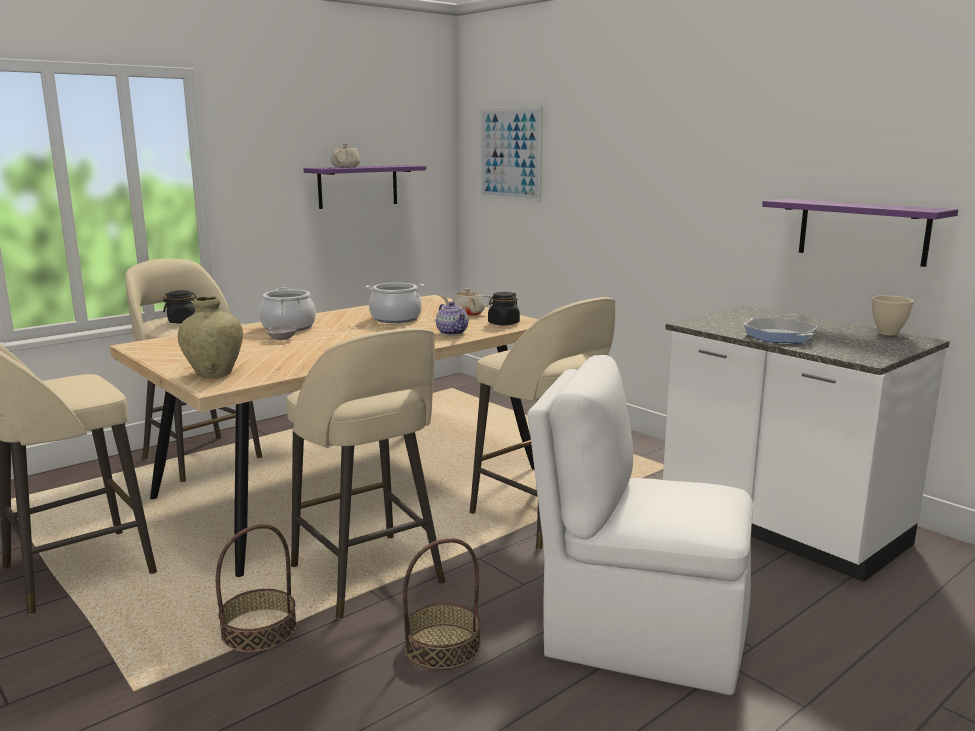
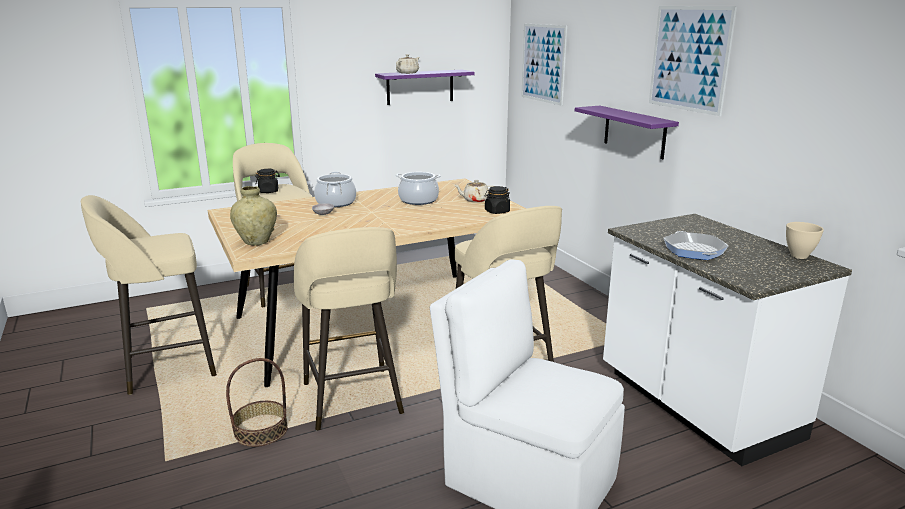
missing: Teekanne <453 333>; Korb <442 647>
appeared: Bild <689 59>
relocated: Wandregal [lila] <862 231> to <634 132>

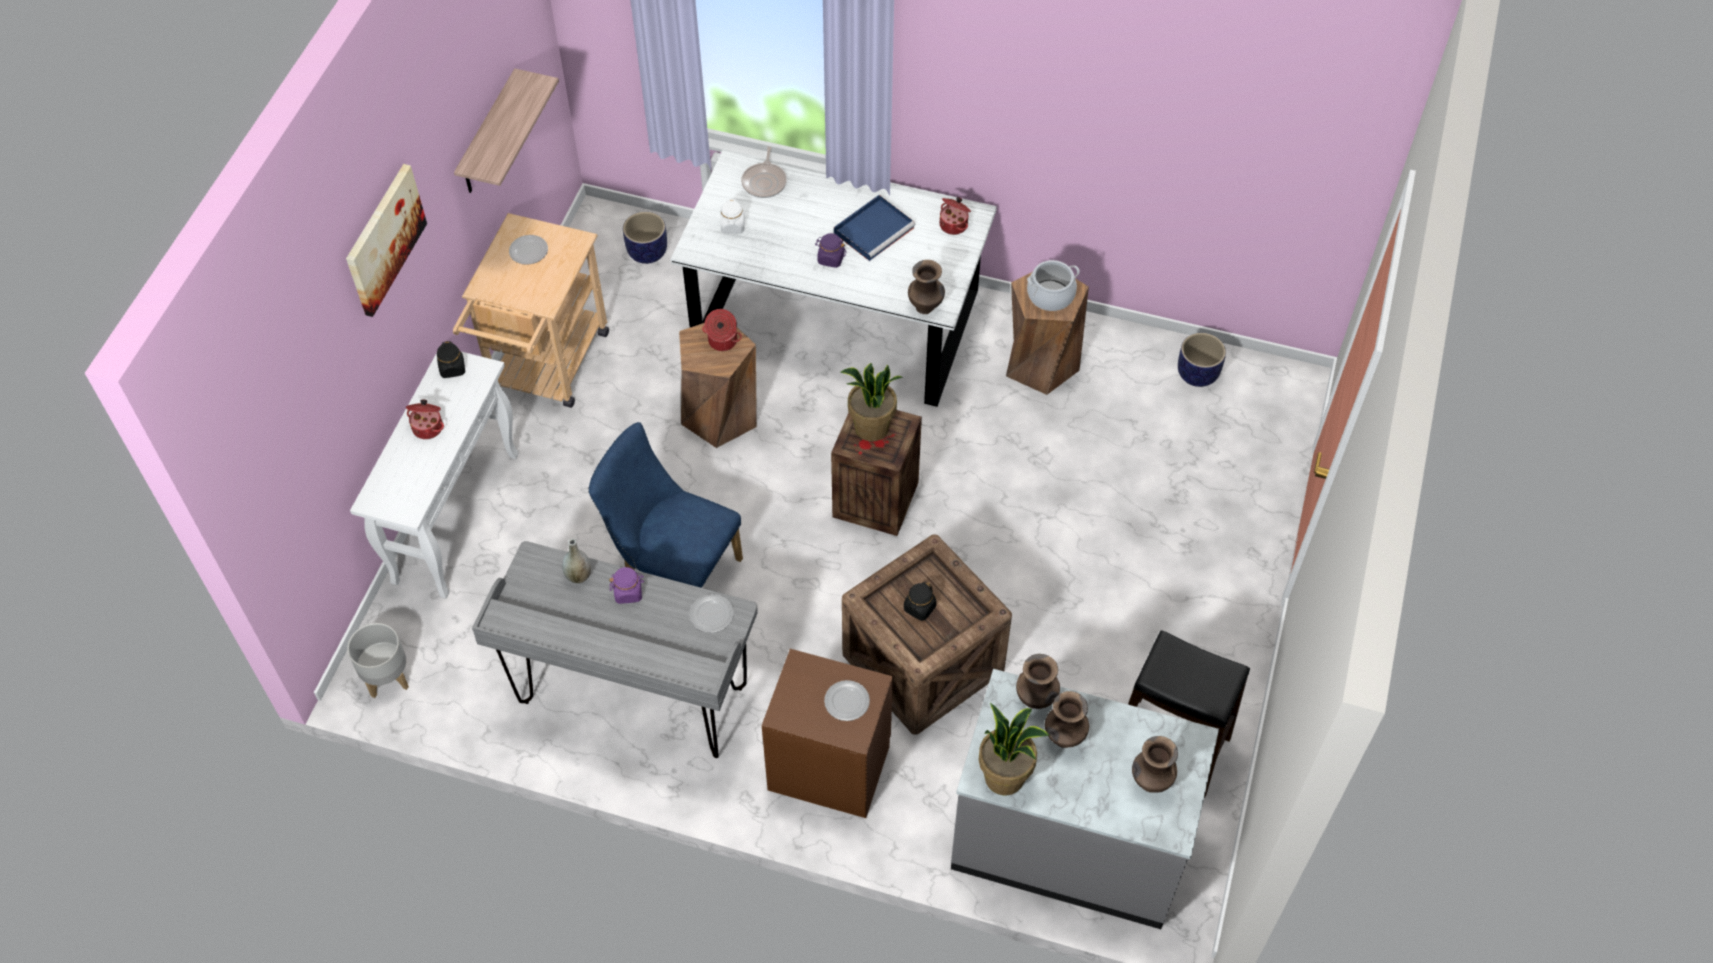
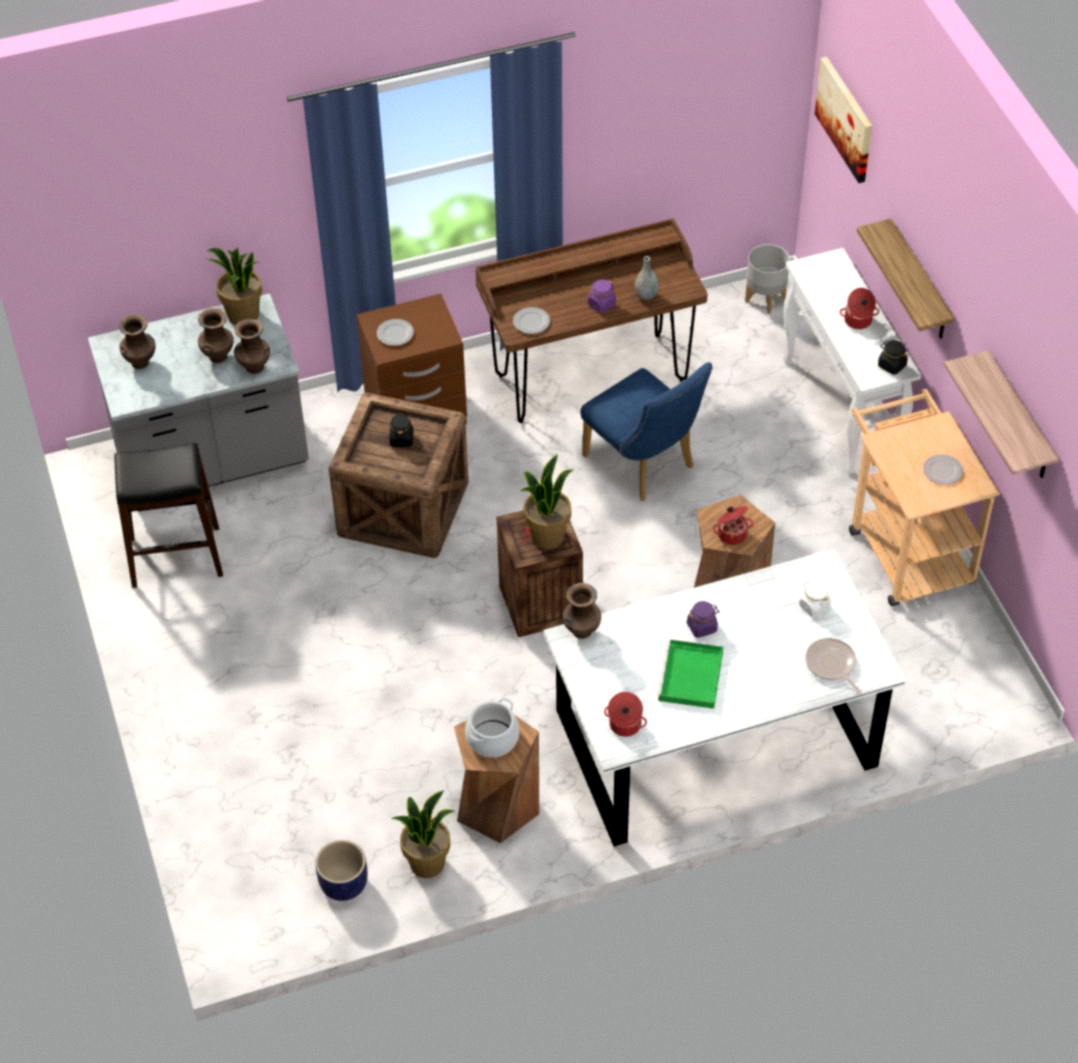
missing: Pflanzkübel <647 252>
appeared: Wandregal <919 283>; Topfpflanze <427 862>
relocated: Bild <384 239> to <846 118>
colour: Tablett [blau] <874 229> to Tablett [grün] <691 677>; Schreibtisch [grau] <633 697> to Schreibtisch [braun] <590 377>
spun: Stuhl [blau] <674 571> = <644 466> 60 degrees clockwise

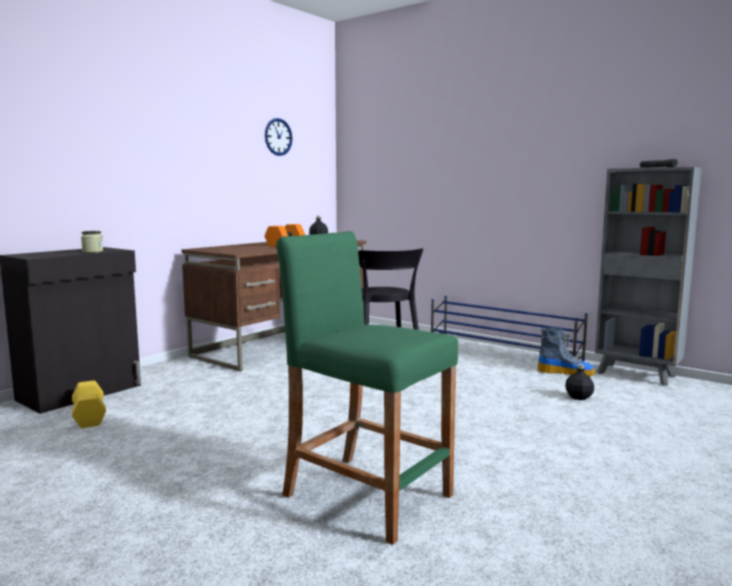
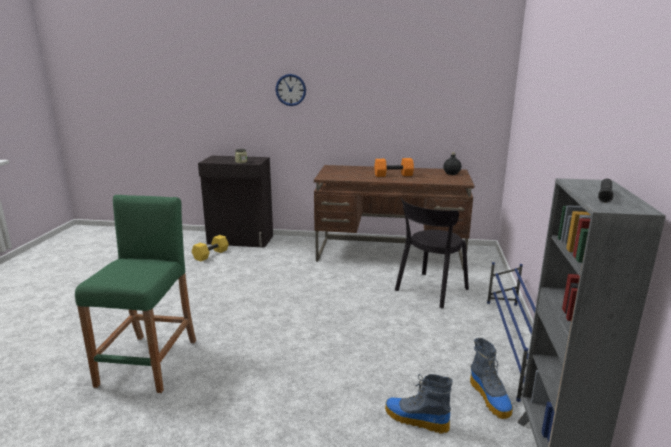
relocated: Wanduhr <278 137> to <290 90>
exchanged: Flasche [schwarz] <579 397> to Stiefel <415 419>

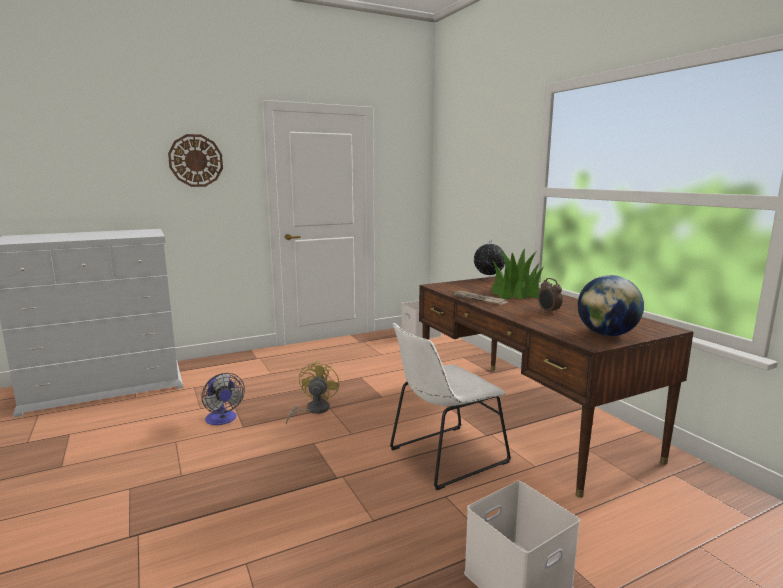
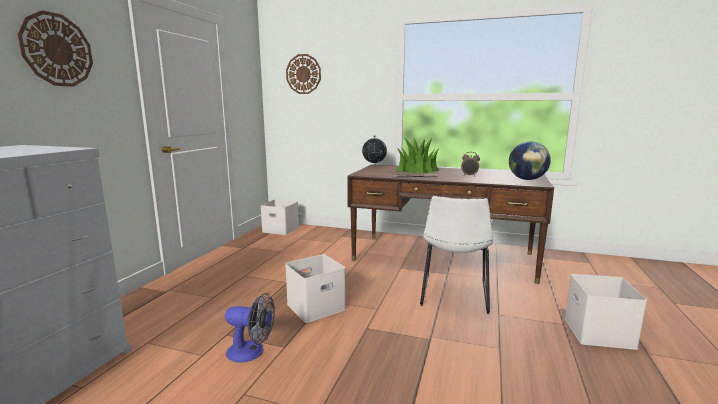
appeared: Wanduhr <303 74>
exchanged: Ventilator [gelb] <313 410> to Aufbewahrungsbox [weiß] <315 307>

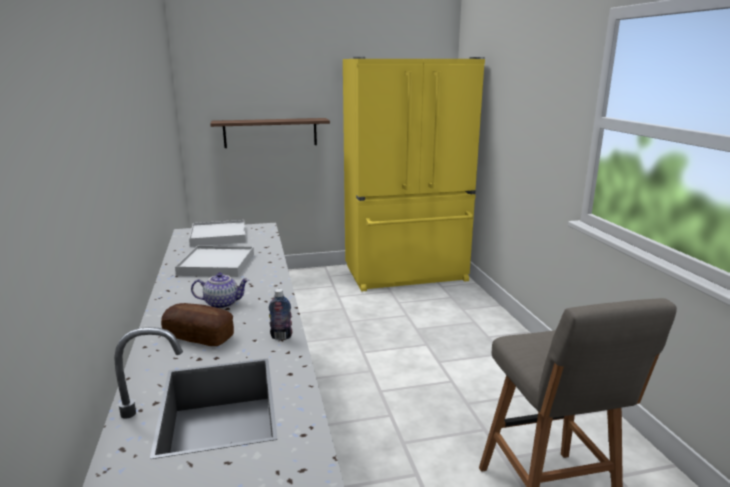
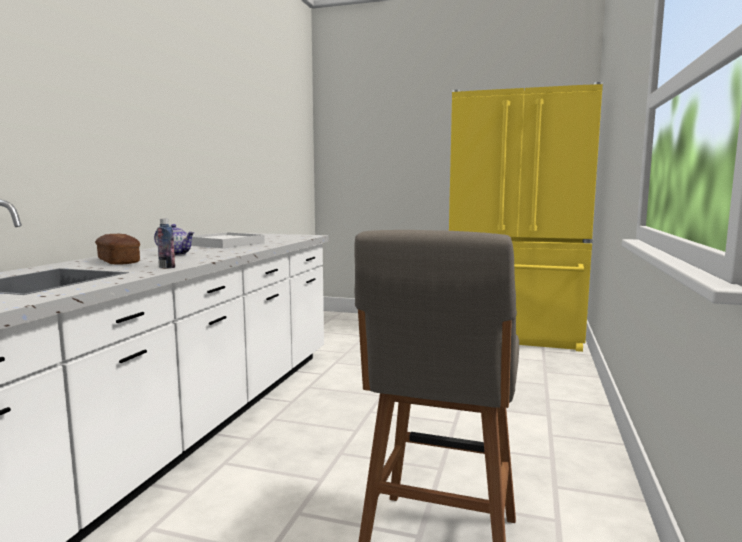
missing: Wandregal <270 133>; Tablett [weiß] <218 236>

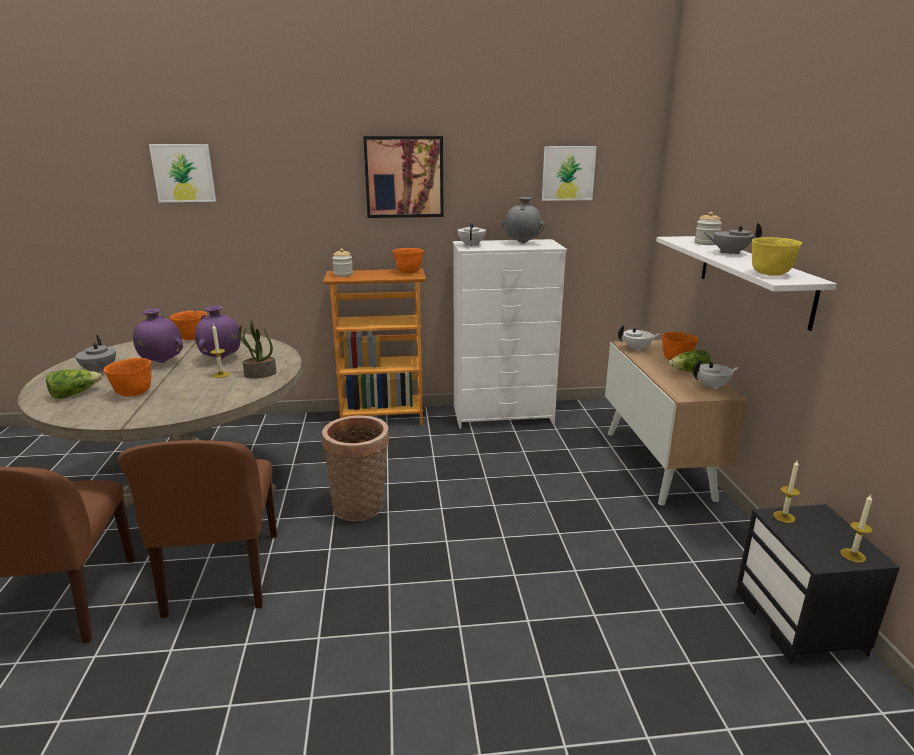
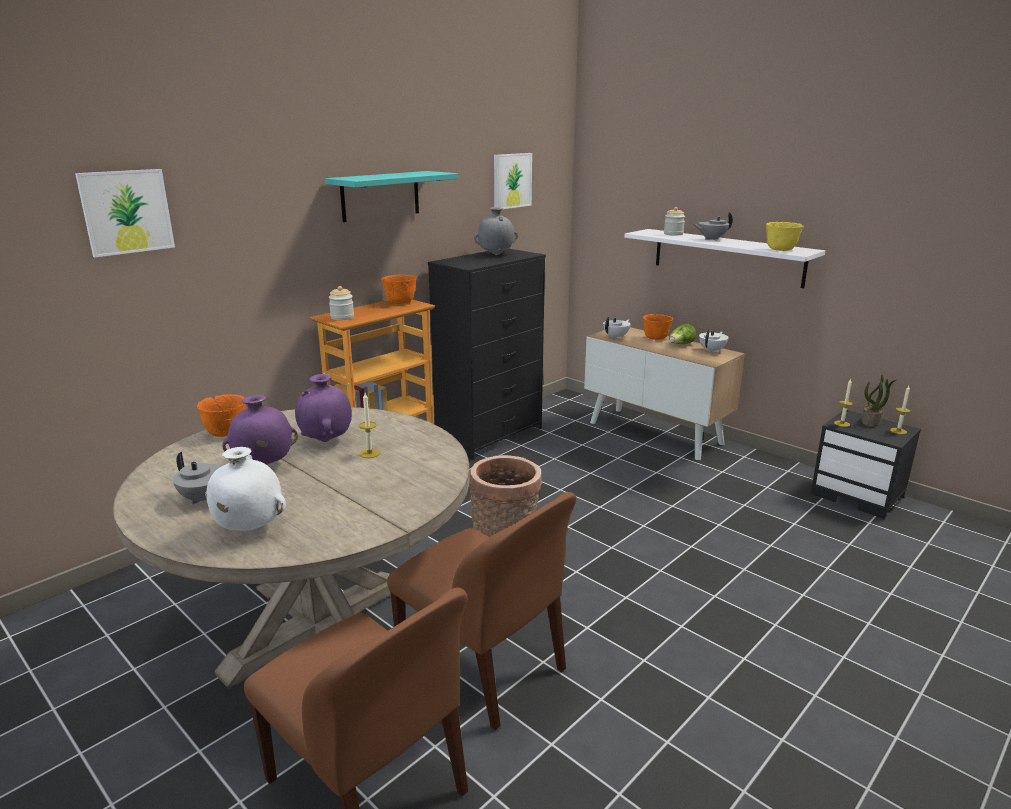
missing: Teekanne [weiß] <471 245>; Schüssel [orange] <134 393>
relocated: Topfpflanze <260 374> to <871 422>
exchanged: Bild <404 177> to Wandregal [türkis] <380 196>; Salatkopf <74 394> to Vase [weiß] <249 529>
colour: Kommode [weiß] <503 415> to Kommode [schwarz] <490 435>

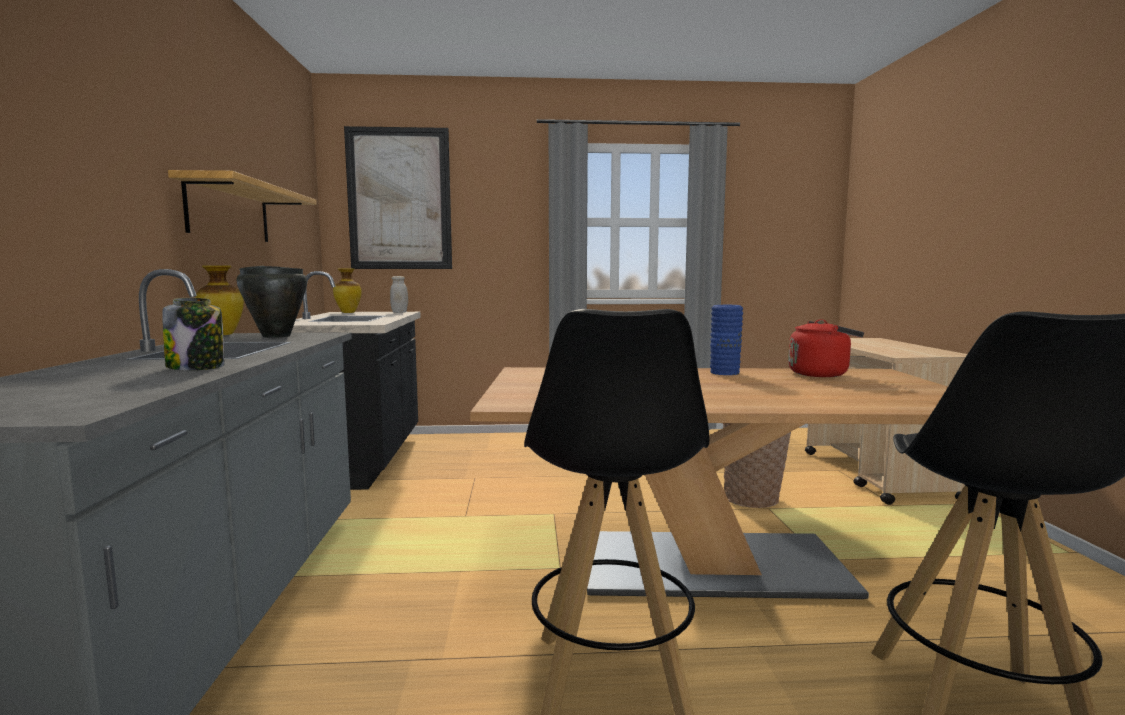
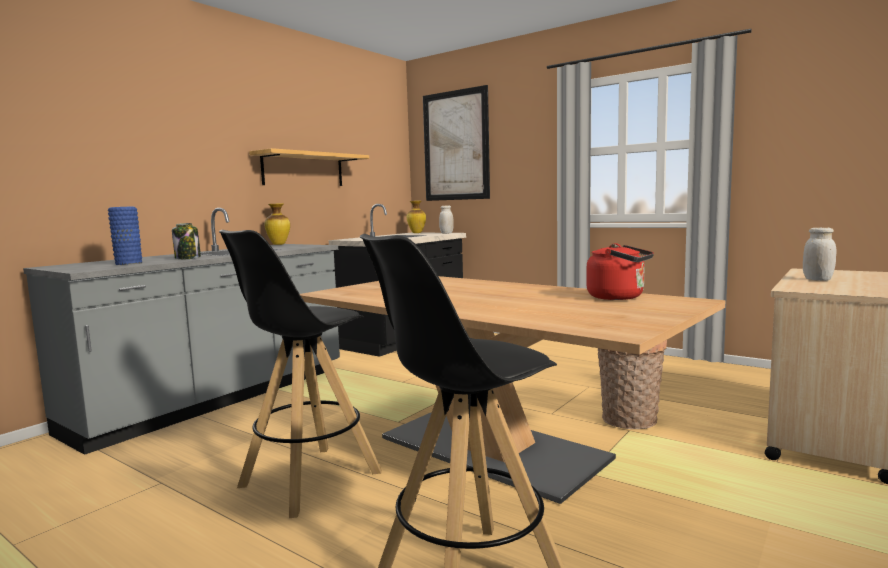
missing: Kochtopf [schwarz] <276 336>
appeared: Vorratsglas [weiß] <817 279>
relocated: Vase [blau] <724 372> to <128 263>

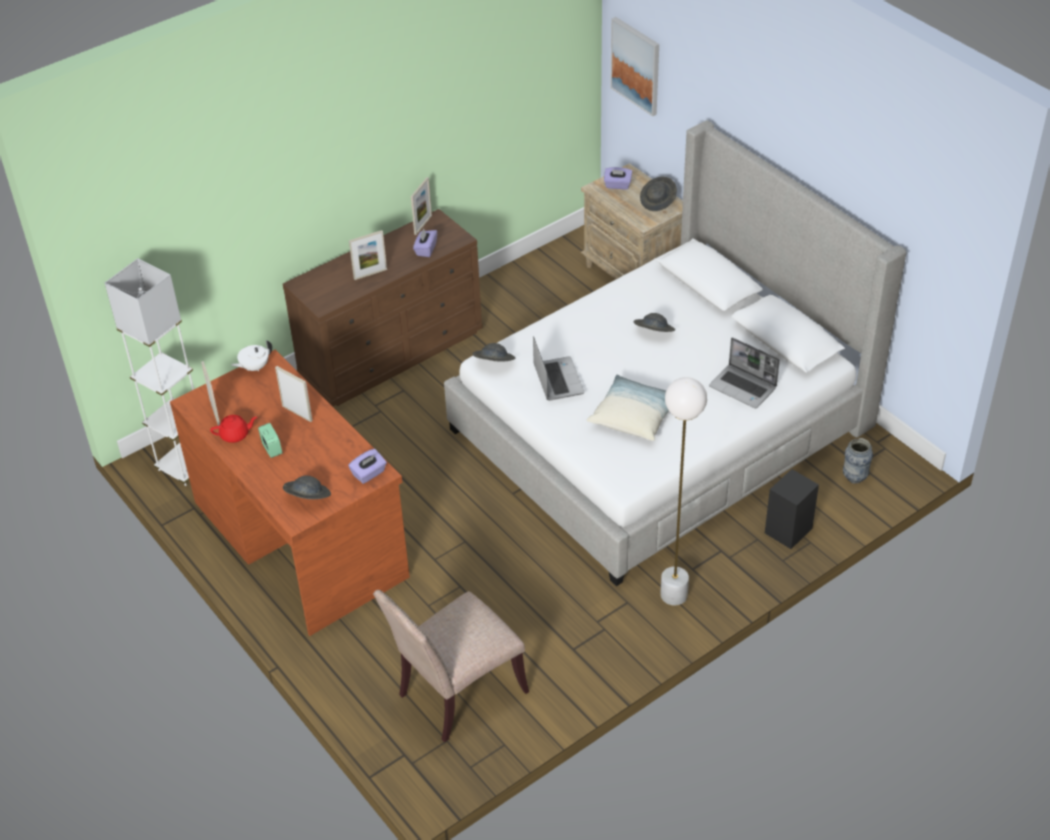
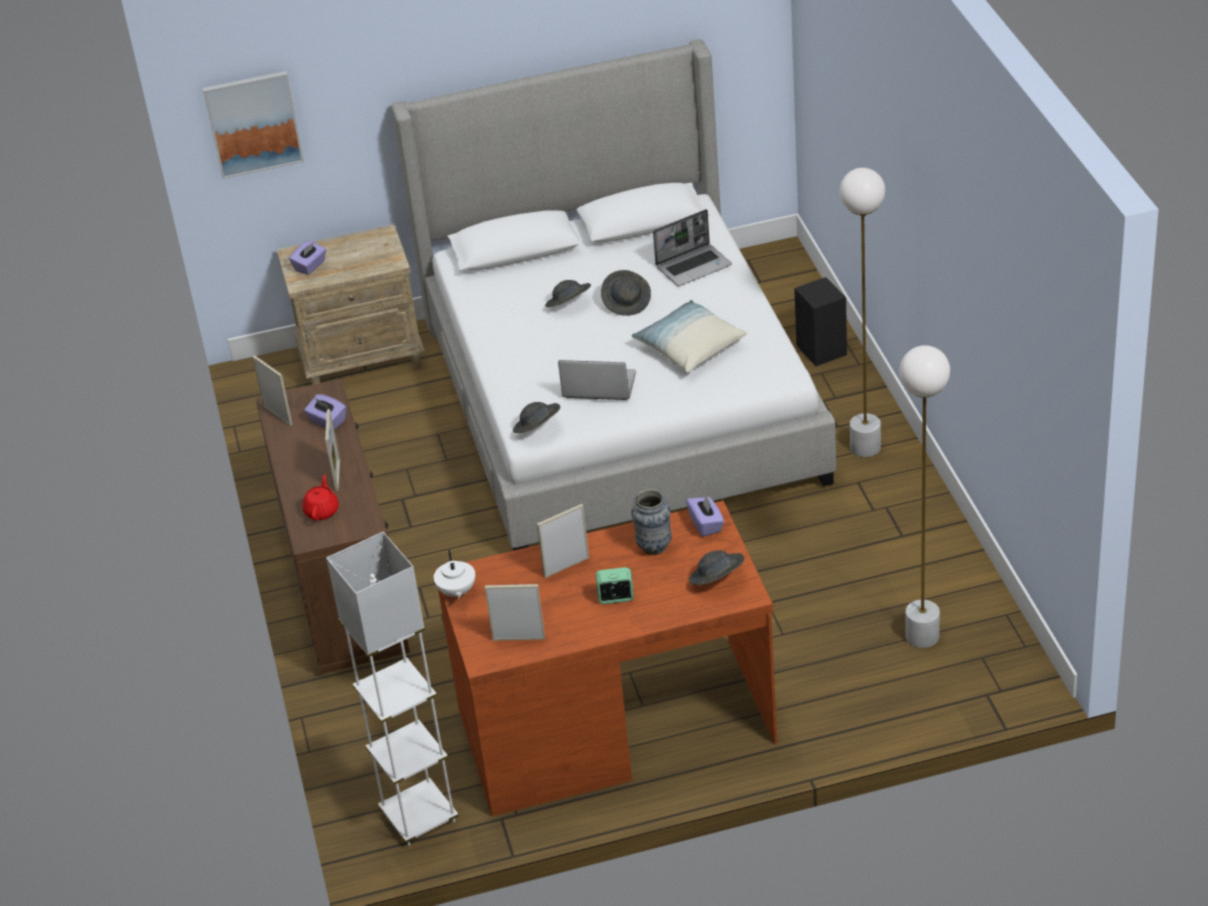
relocated: Hut [grau] <658 201> to <627 302>; Teekanne [rot] <235 435> to <322 511>; Vase <854 477> to <654 547>
exchanged: Stuhl [beige] <457 694> to Stehlampe [weiß] <922 636>

